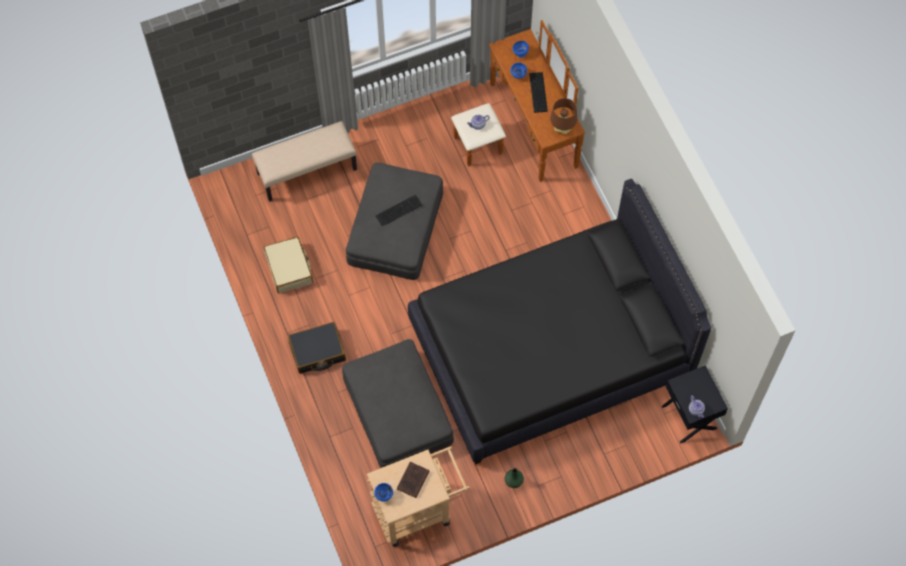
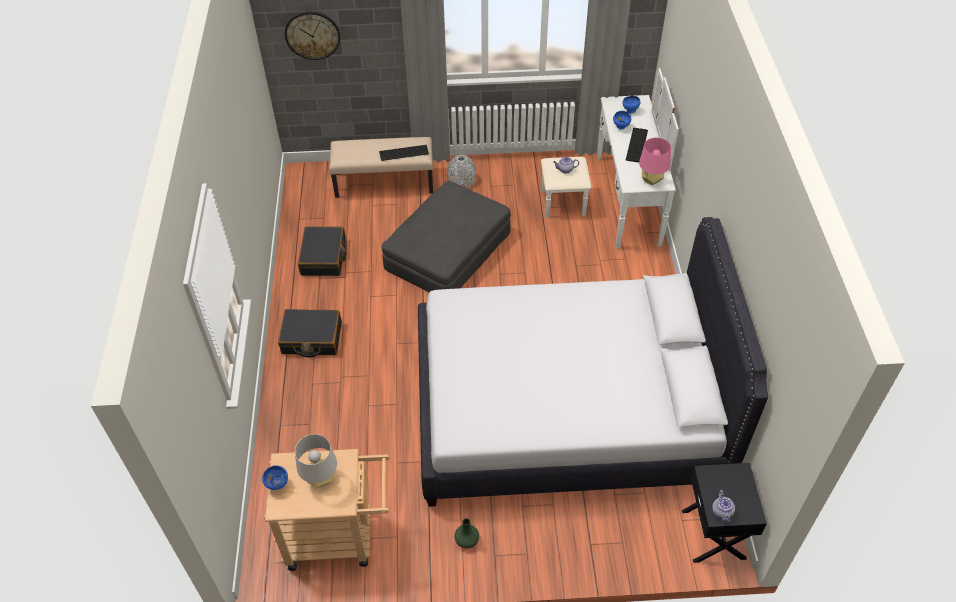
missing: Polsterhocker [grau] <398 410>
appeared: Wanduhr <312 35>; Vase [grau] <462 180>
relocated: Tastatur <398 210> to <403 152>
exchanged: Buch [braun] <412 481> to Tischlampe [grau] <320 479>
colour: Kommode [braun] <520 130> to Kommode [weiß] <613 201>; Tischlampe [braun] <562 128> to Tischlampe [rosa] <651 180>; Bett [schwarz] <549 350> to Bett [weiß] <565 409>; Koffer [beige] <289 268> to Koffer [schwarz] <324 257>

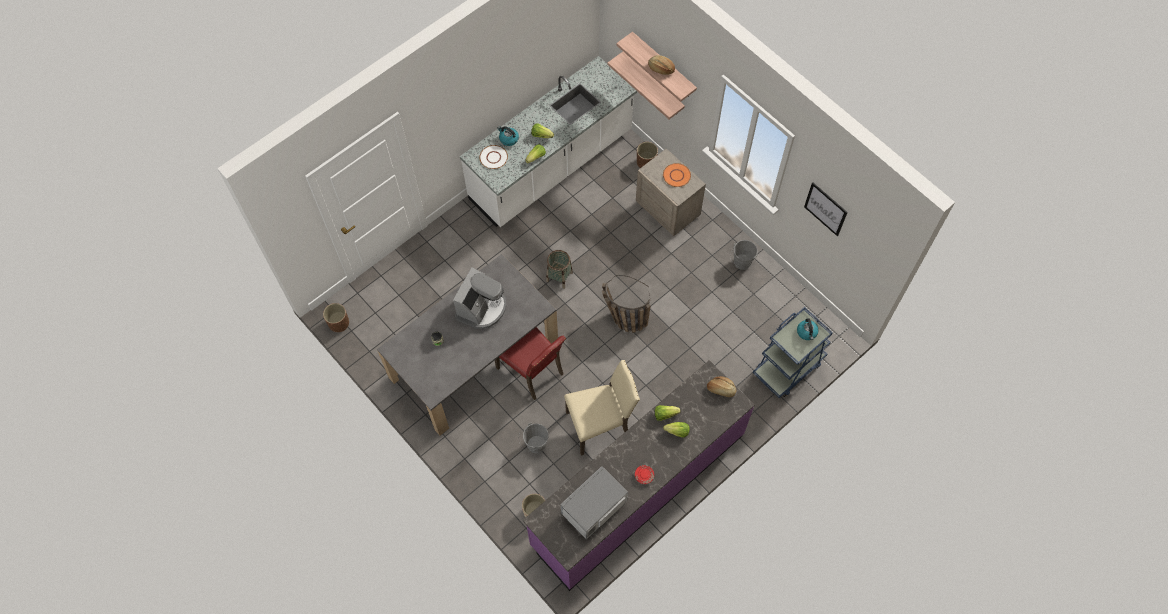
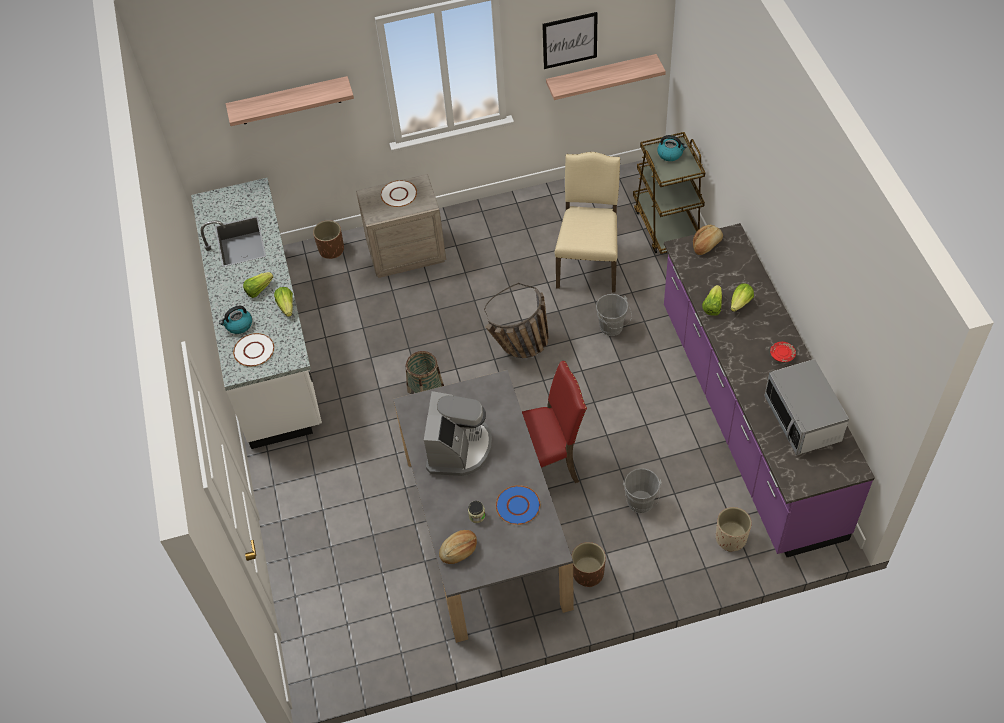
appeared: Teller [blau] <518 506>
relocated: Wandregal <653 85> to <601 77>; Brot <661 68> to <459 550>; Eimer [grau] <741 263> to <612 329>; Pflanzkübel [braun] <339 323> to <588 573>; Stuhl [beige] <600 424> to <588 264>
colour: Teller [orange] <676 175> to Teller [weiß] <398 194>; Rollwagen [blau] <788 367> to Rollwagen [braun] <667 225>
spun: Kaffeemaschine <482 308> = <458 448> 45 degrees clockwise

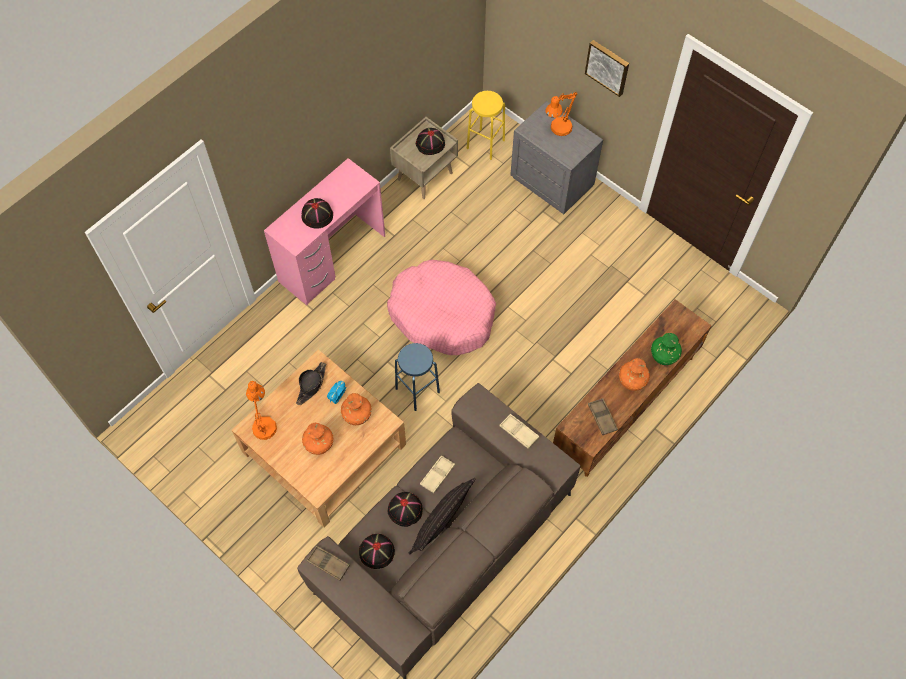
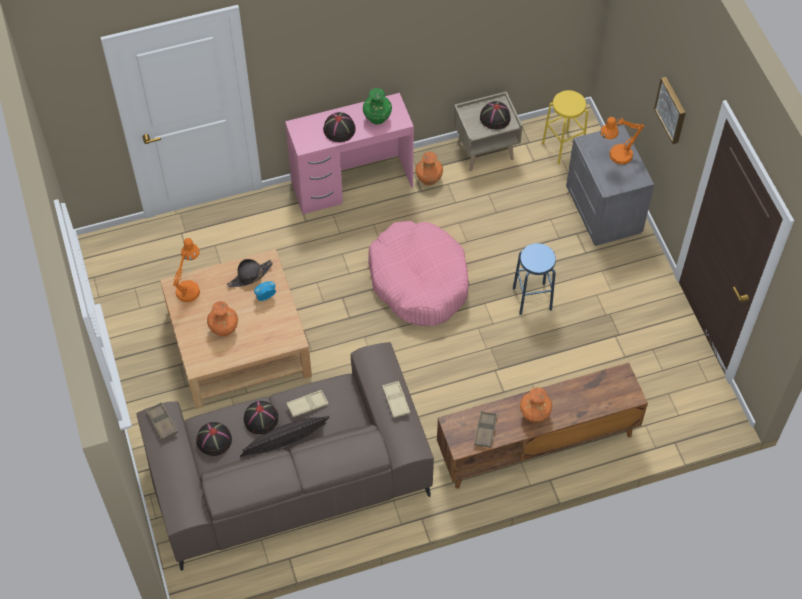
relocated: Vase [grün] <663 358> to <377 118>; Hocker [blau] <417 390> to <532 298>; Vase [orange] <357 416> to <428 179>

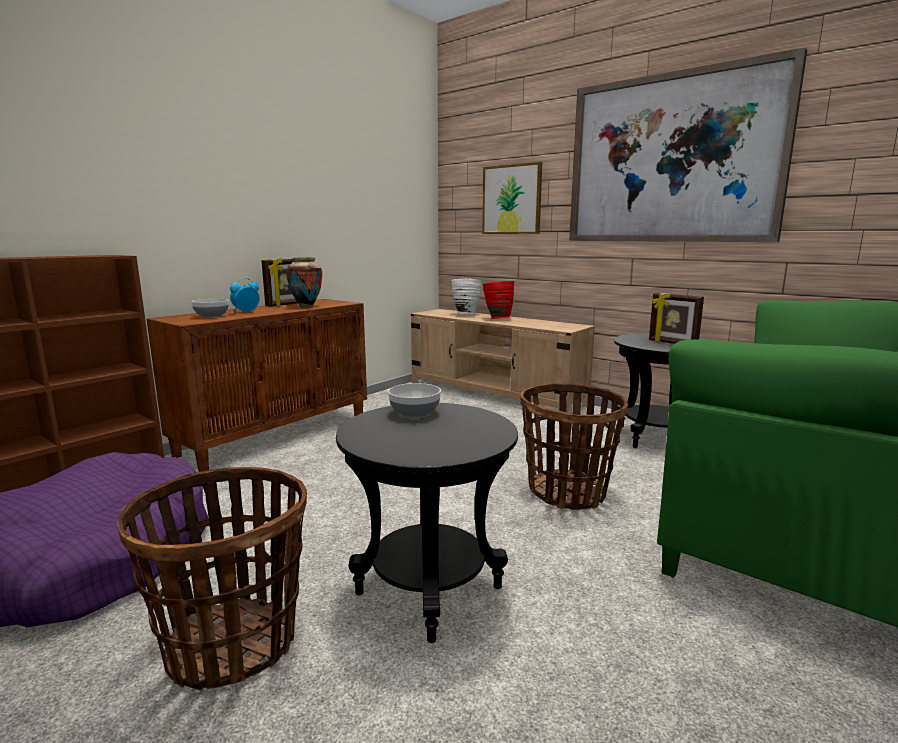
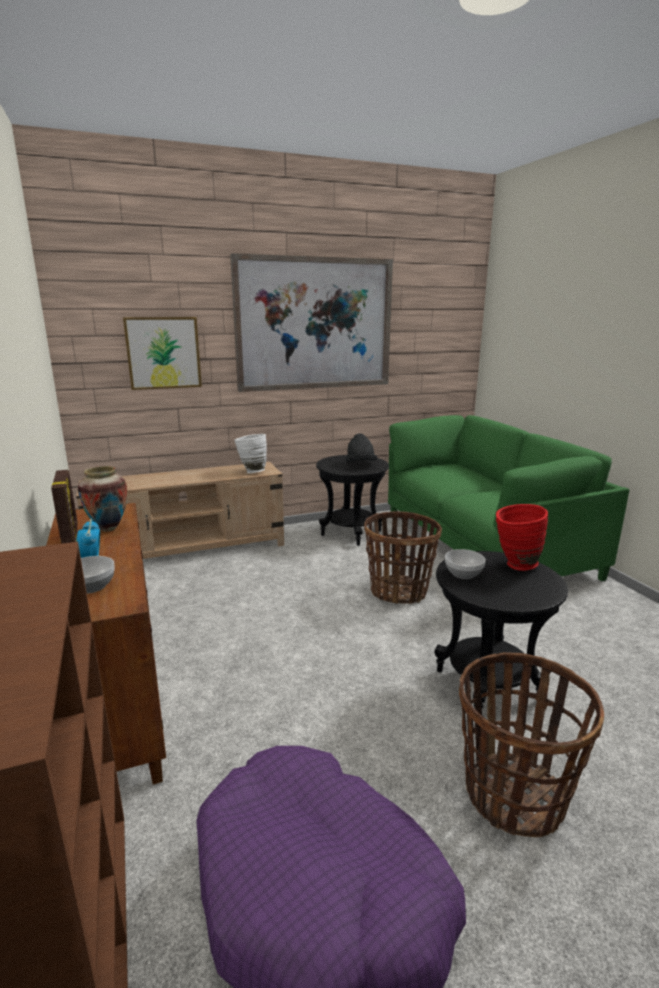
relocated: Vase [weiß] <465 314> to <251 471>; Vase [rot] <497 318> to <514 565>
exchanged: Bilderrahmen <672 343> to Hut [schwarz] <360 464>

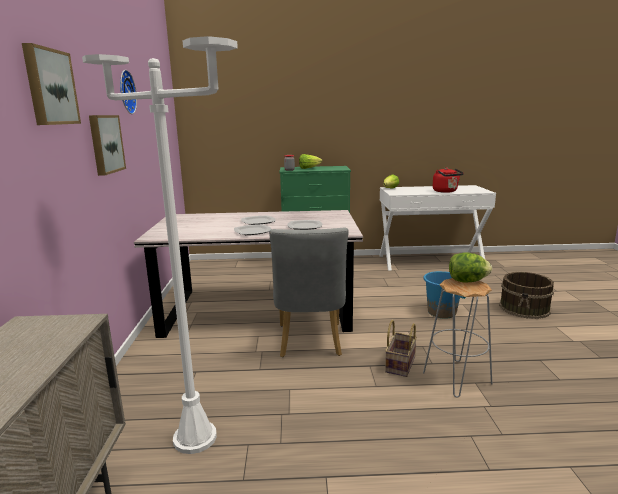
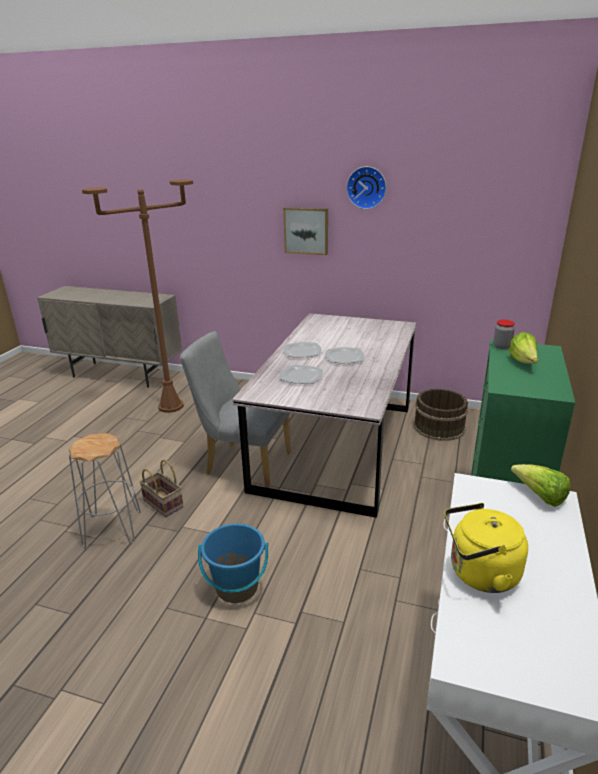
missing: Bild <49 87>; Salatkopf <467 281>
relocated: Eimer [braun] <525 308> to <438 427>
colour: Stehlampe [weiß] <195 438> to Stehlampe [braun] <170 406>; Wasserkessel [rot] <446 191> to Wasserkessel [gelb] <479 574>

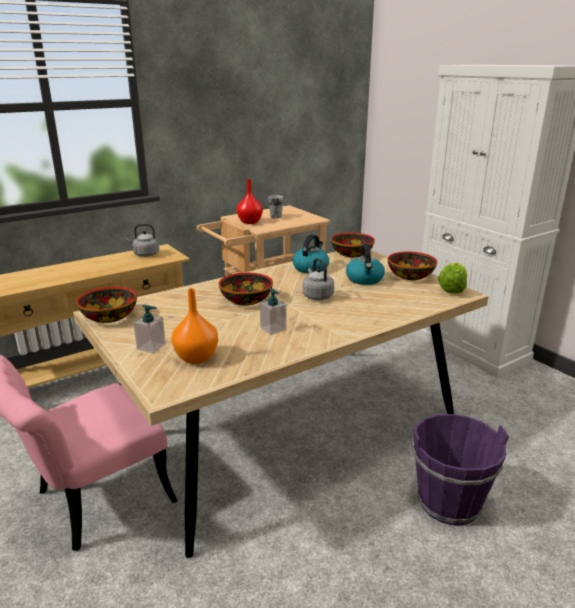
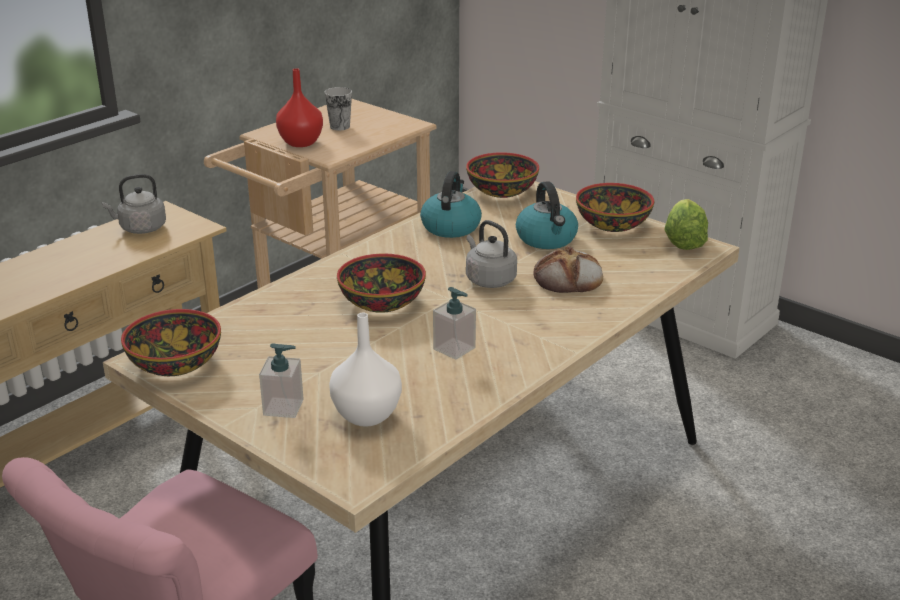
missing: Eimer [lila] <449 502>
appeared: Brot <569 278>
colour: Vase [orange] <196 357> to Vase [weiß] <366 414>

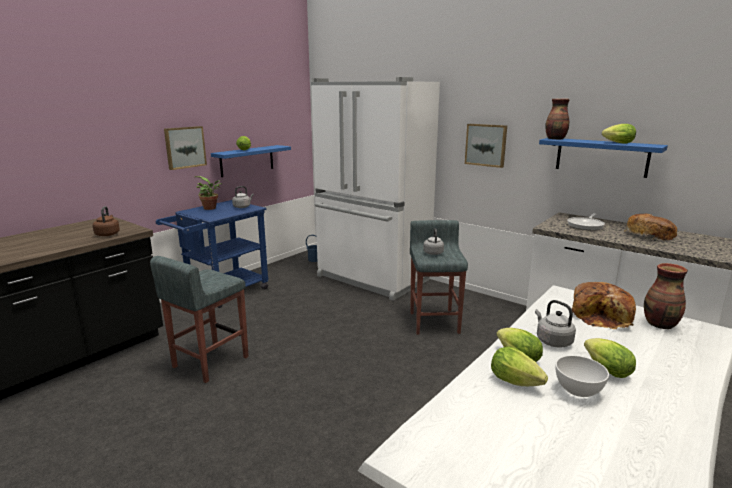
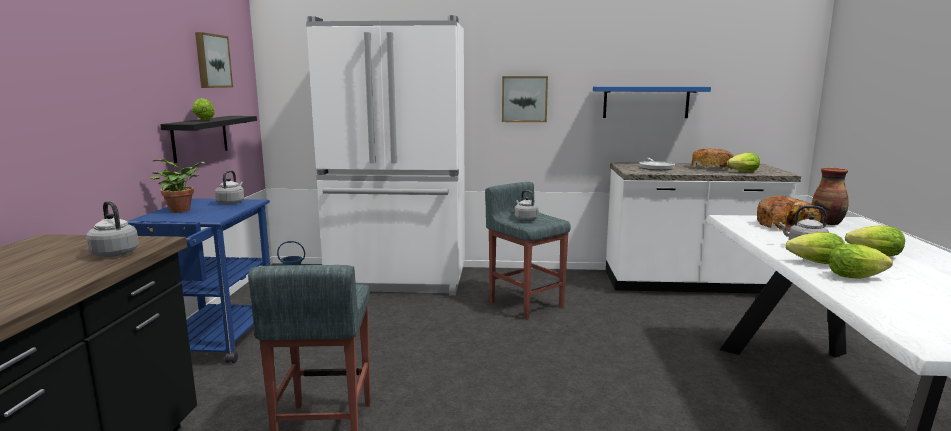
missing: Vase <555 139>; Schüssel [weiß] <577 390>
relocated: Salatkopf <616 143> to <741 172>; Bild <184 147> to <212 61>
colour: Wandregal [blau] <247 160> to Wandregal [schwarz] <200 137>; Wasserkessel [braun] <108 234> to Wasserkessel [grau] <114 253>

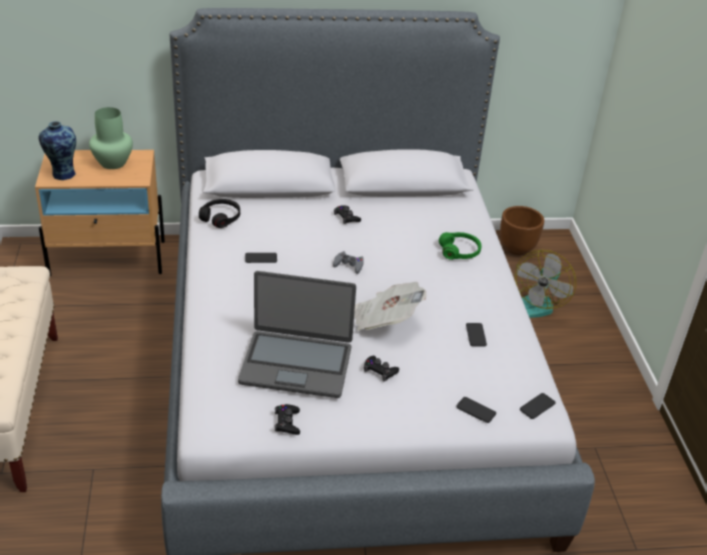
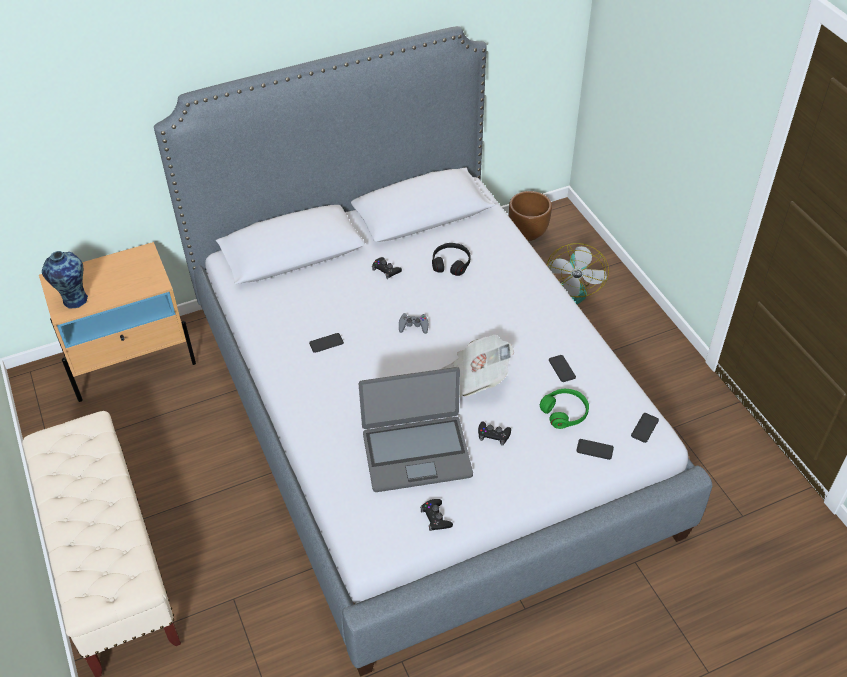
missing: Vase [grün] <113 163>
relocated: Kopfhörer [schwarz] <220 218> to <451 263>; Kopfhörer [grün] <459 251> to <564 412>

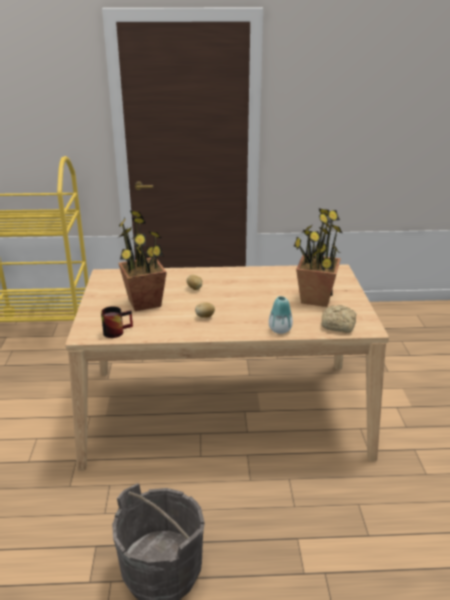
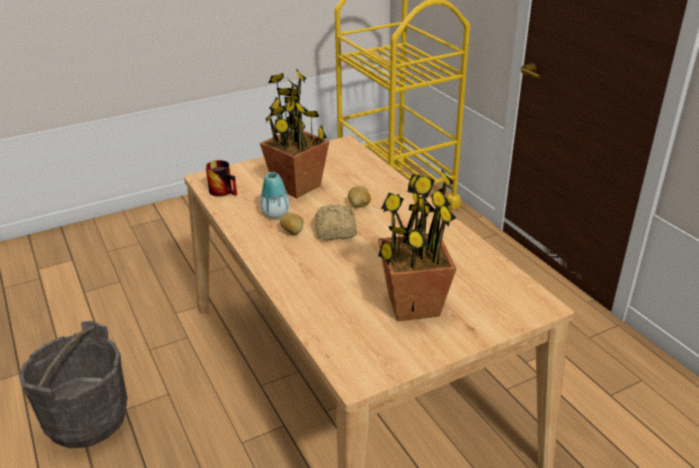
relocated: Vase <280 330> to <275 214>; Brot <339 326> to <335 231>

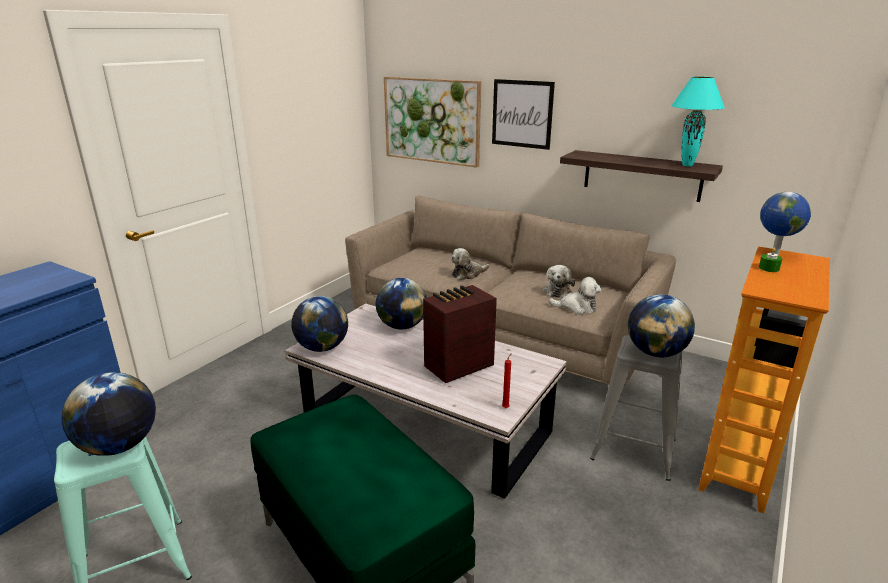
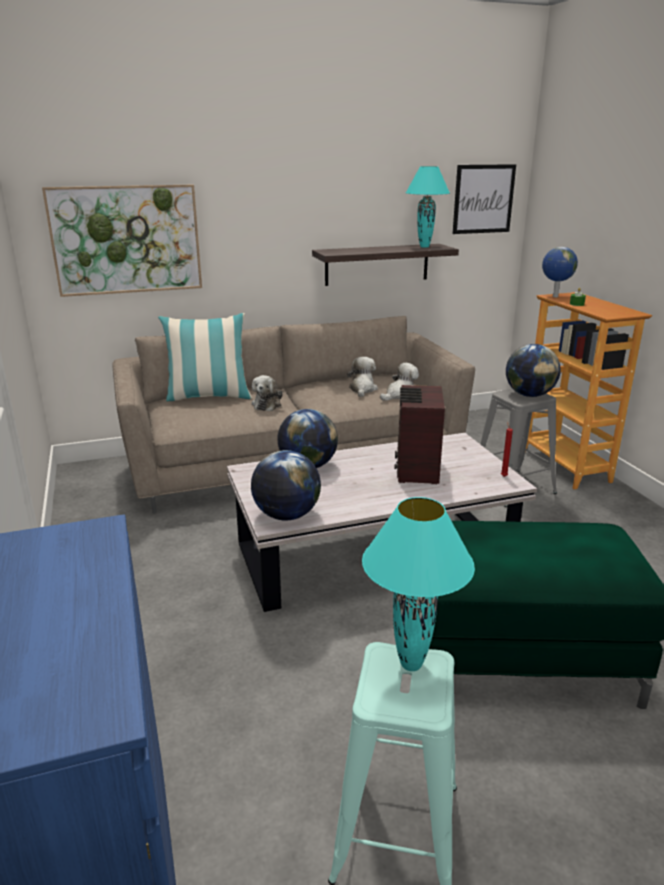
appeared: Kissen <209 396>
relocated: Bild <522 114> to <483 199>
exchanged: Globus <119 446> to Tischlampe [türkis] <412 664>
spun: Plüschtier <557 290> = <362 389> 135 degrees counterclockwise

